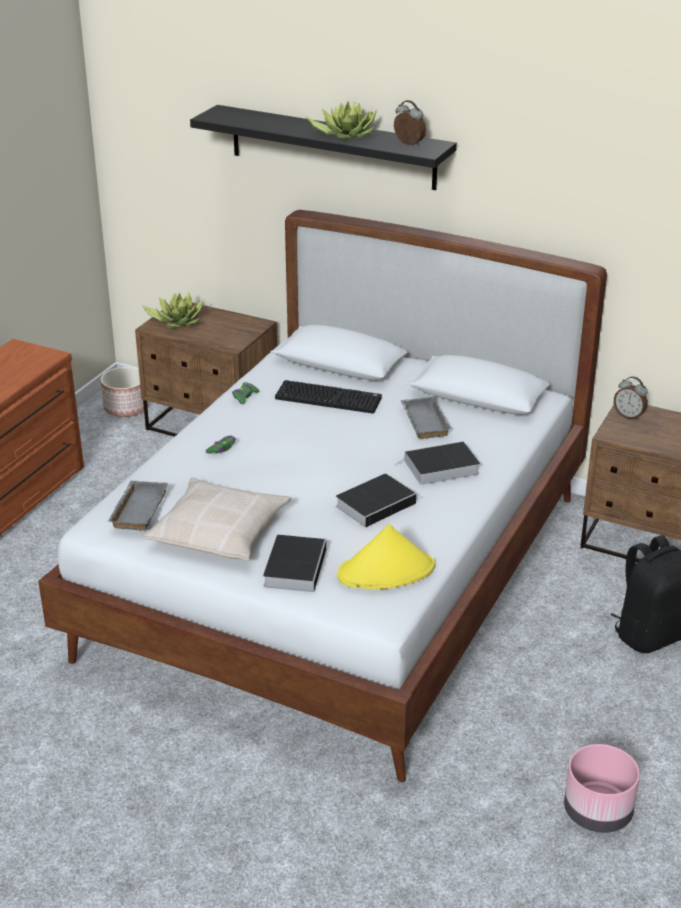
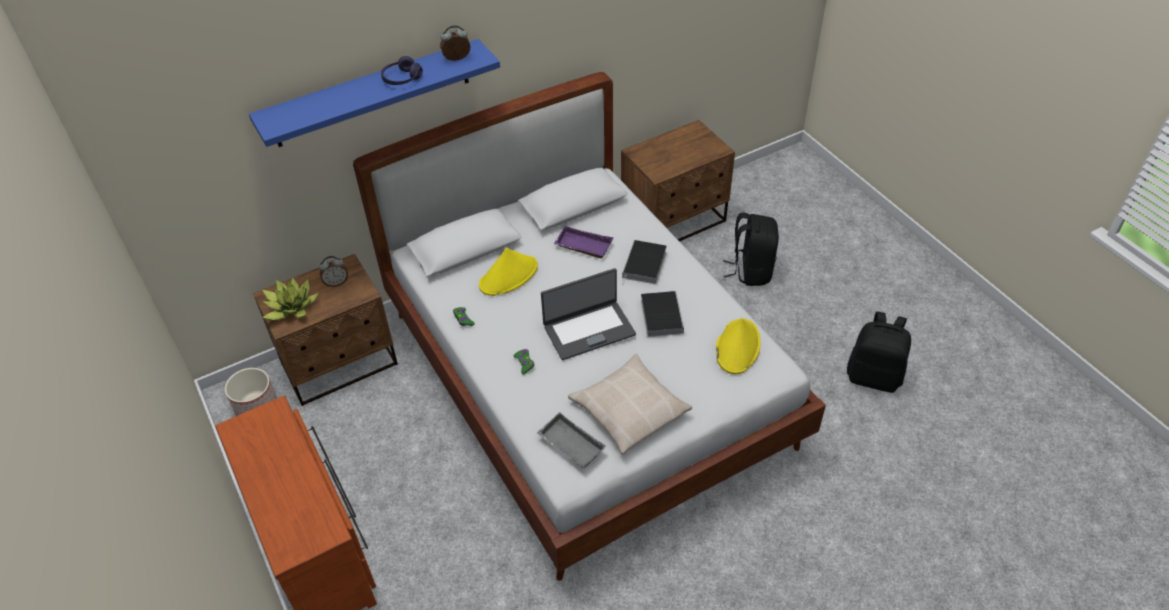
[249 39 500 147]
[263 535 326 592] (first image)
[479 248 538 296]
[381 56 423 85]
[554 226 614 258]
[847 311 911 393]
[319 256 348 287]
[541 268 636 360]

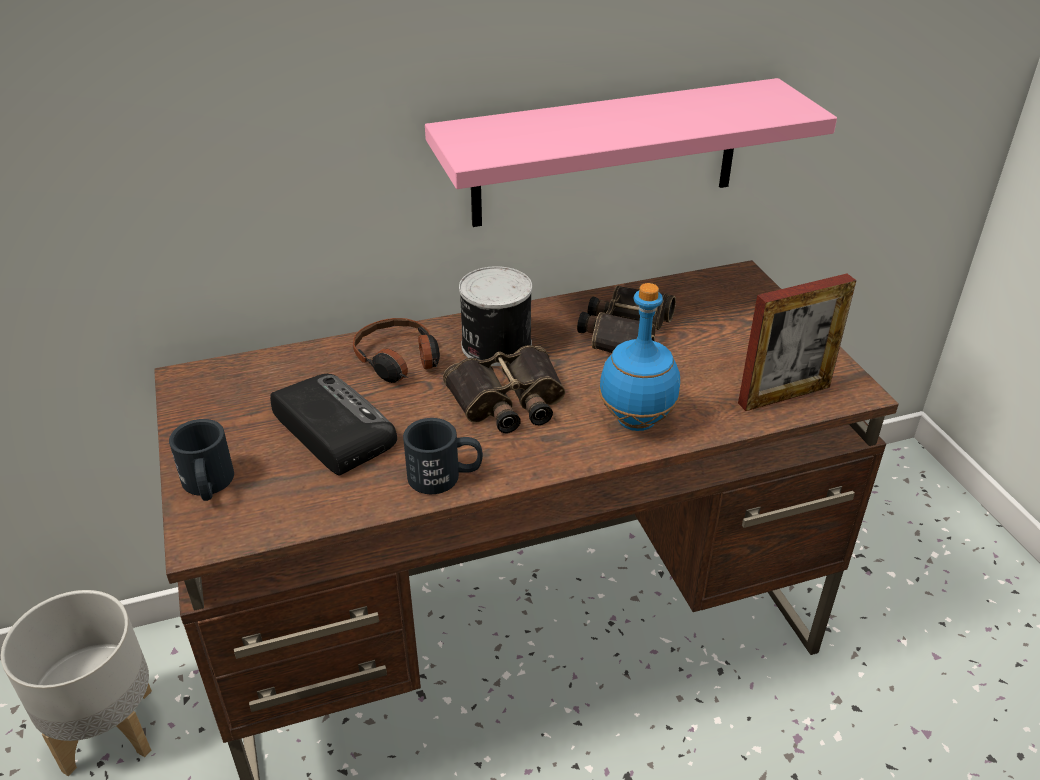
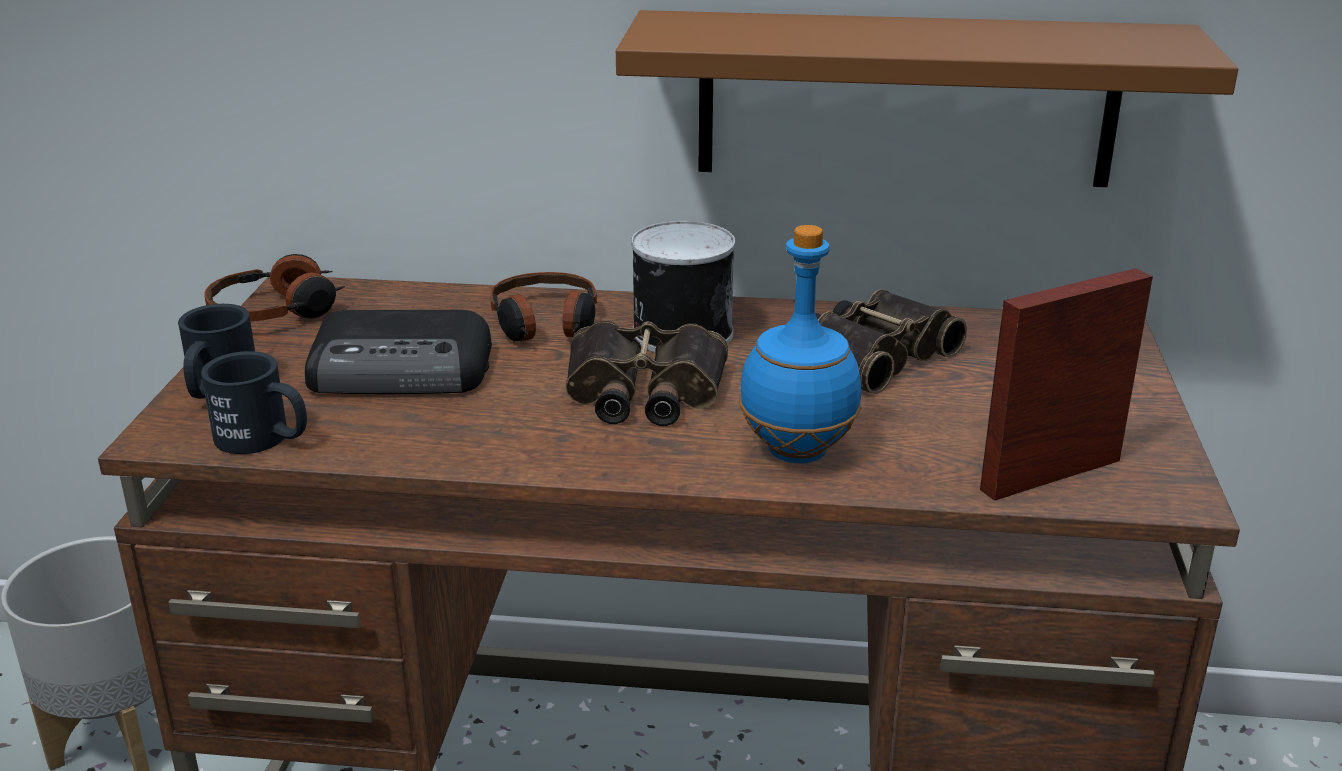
[305 310 492 394]
[201 351 307 454]
[616 10 1238 187]
[980 268 1153 501]
[204 254 345 322]

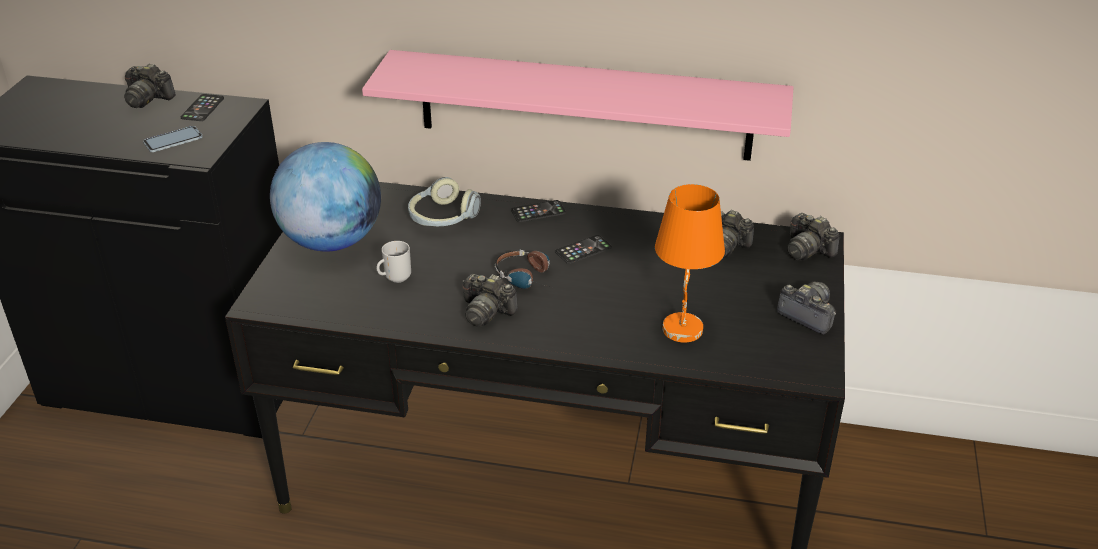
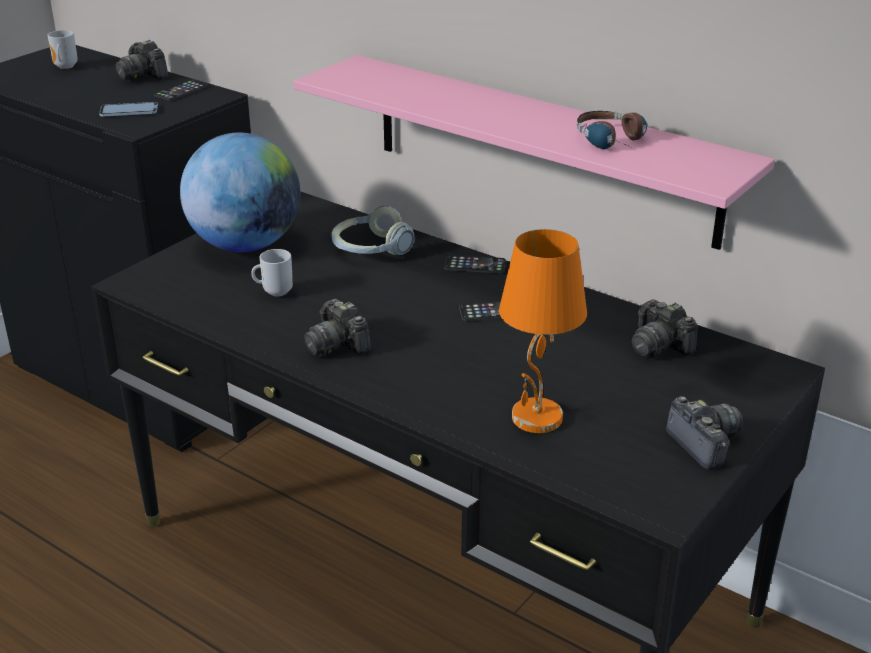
[577 111 647 149]
[787 213 840 261] (first image)
[47 30 78 69]

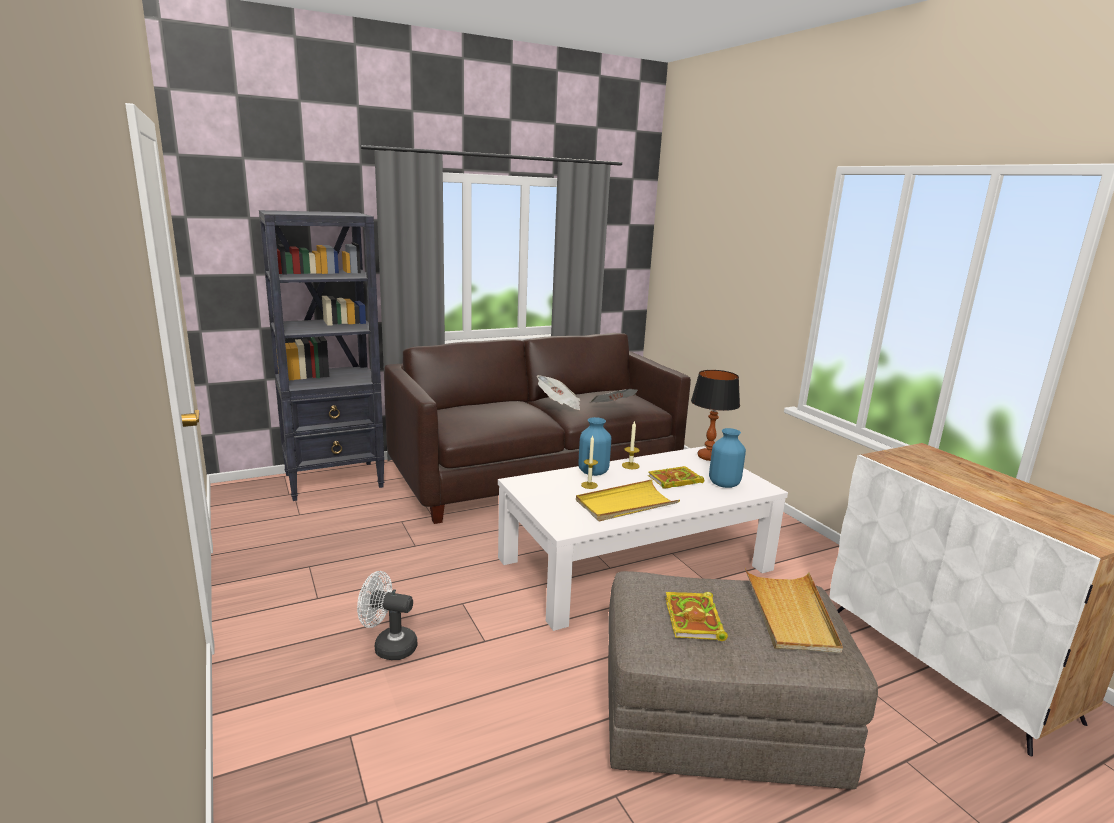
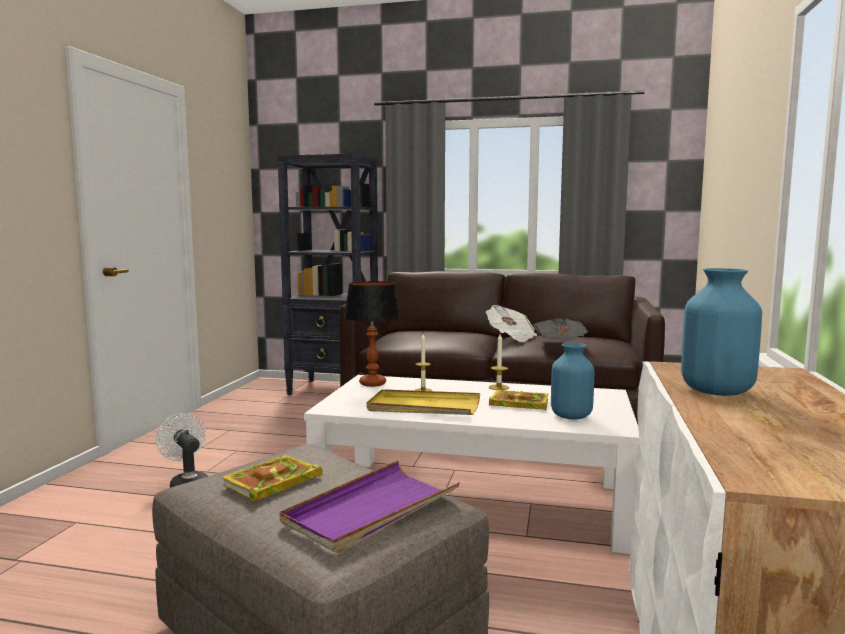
[681 268 762 396]
[344 281 400 387]
[280 460 459 553]

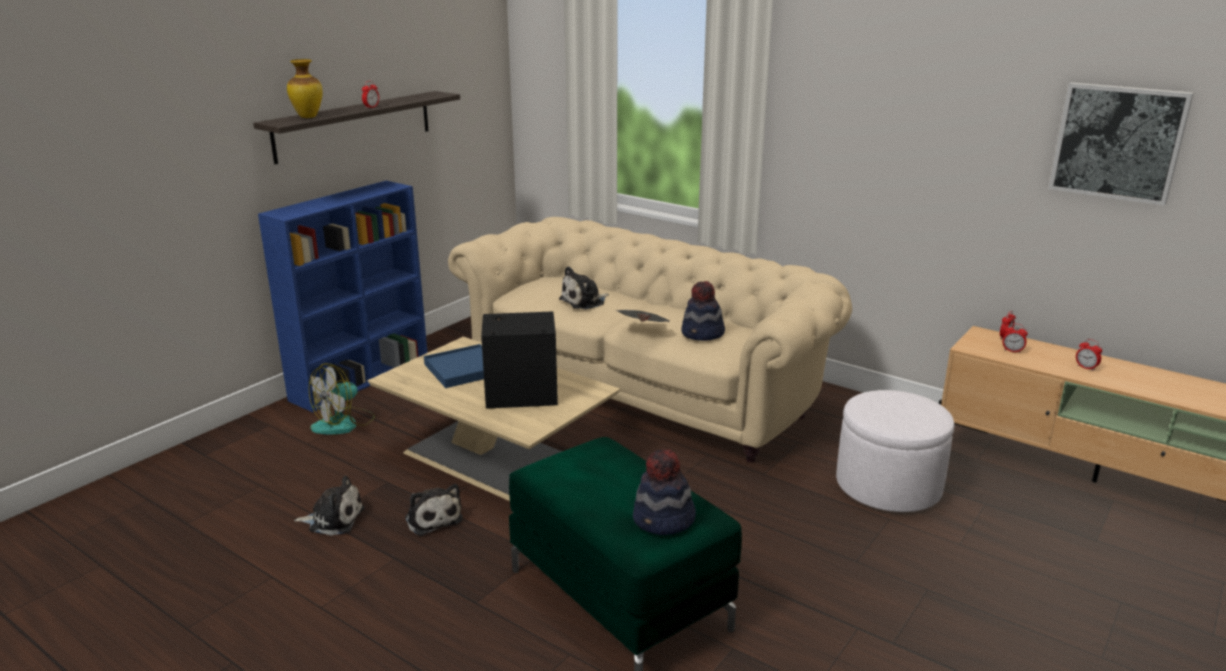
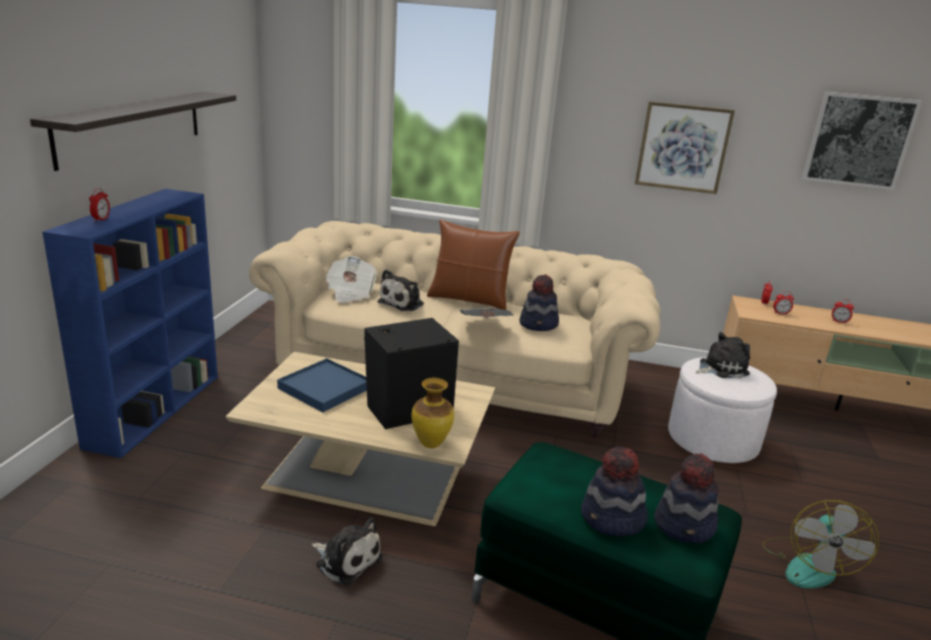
[411 378 454 448]
[696 332 750 378]
[762 500 879 588]
[89 188 110 222]
[325 256 377 303]
[427 219 520 310]
[581 447 648 536]
[635 101 735 194]

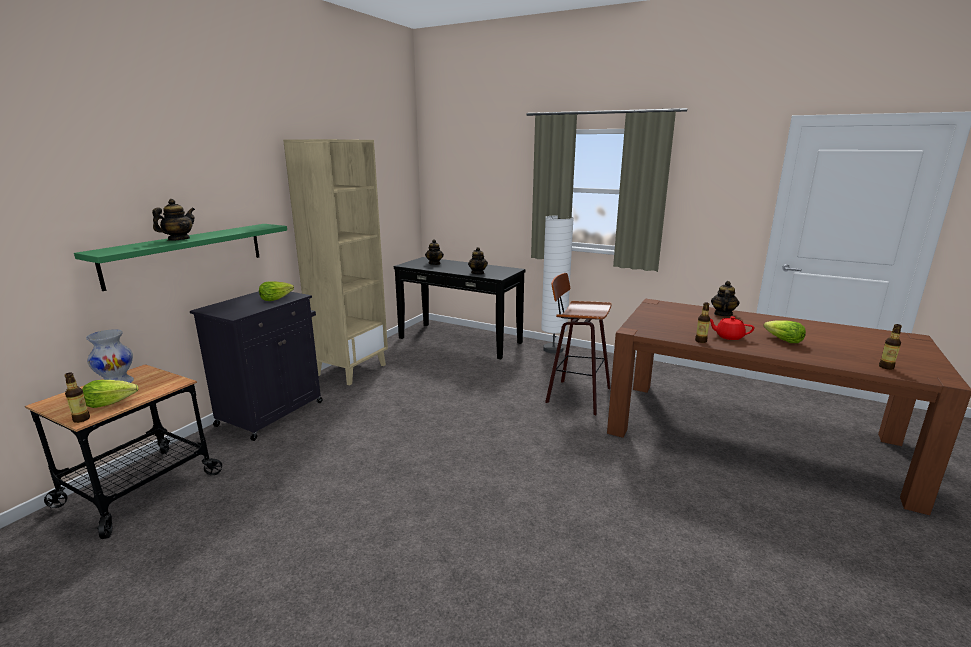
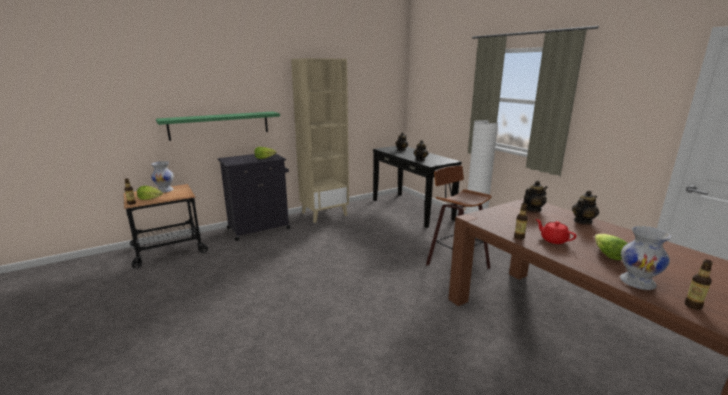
[523 181 548 212]
[620 226 671 290]

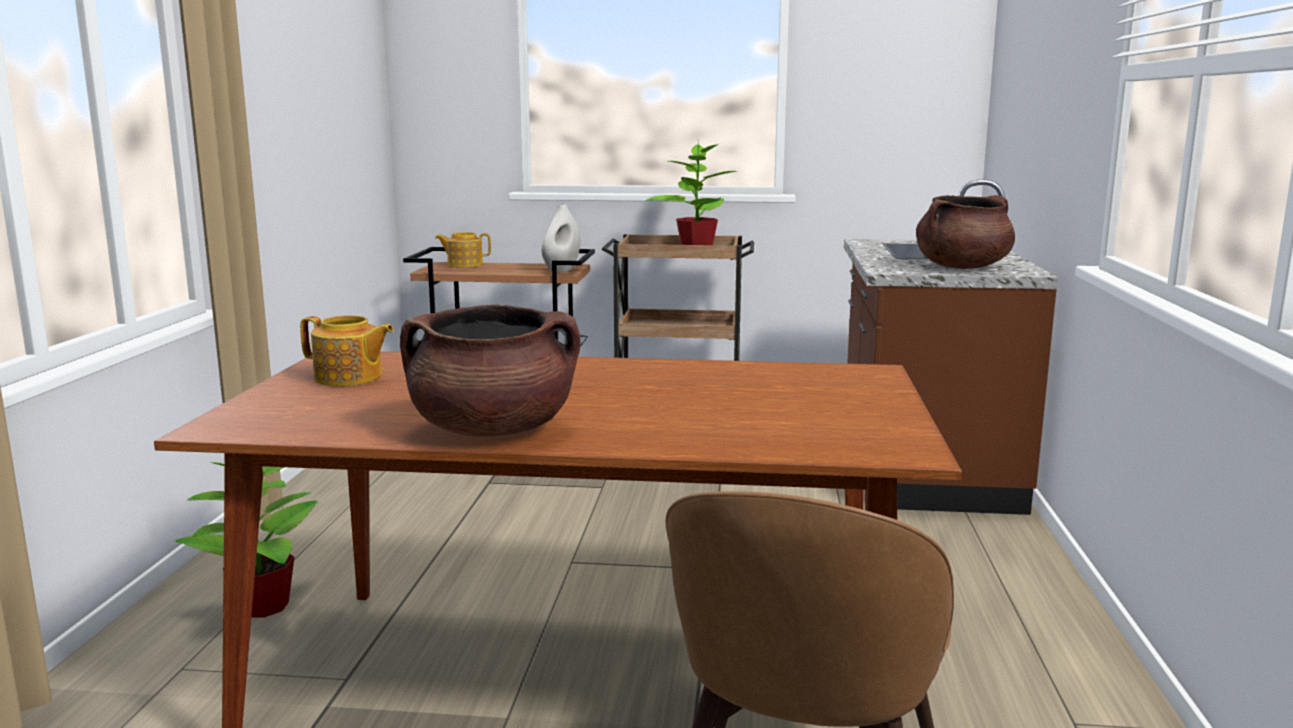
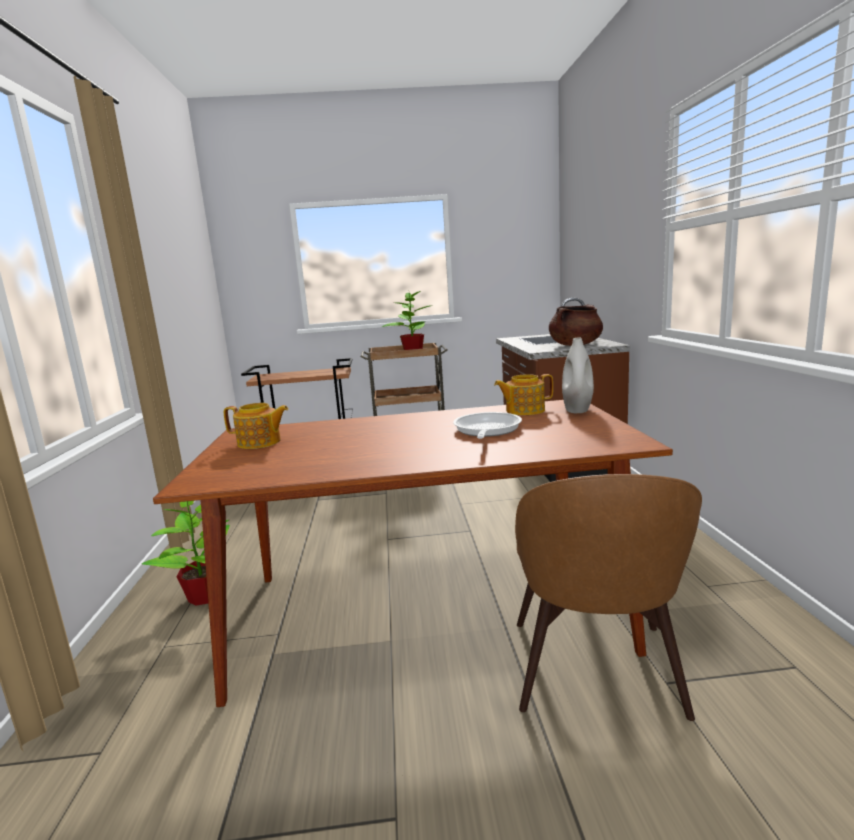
[400 304 580 436] (first image)
[494 374 553 415]
[562 338 594 413]
[453 412 522 439]

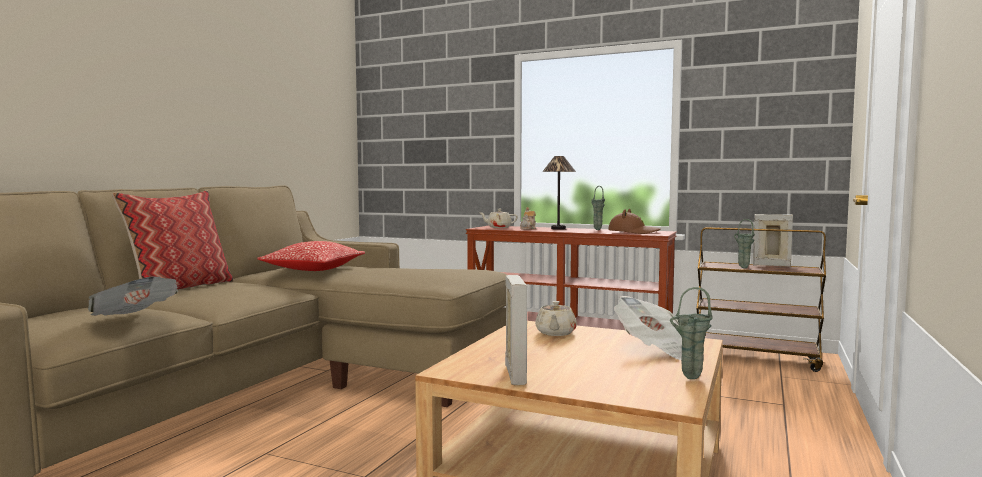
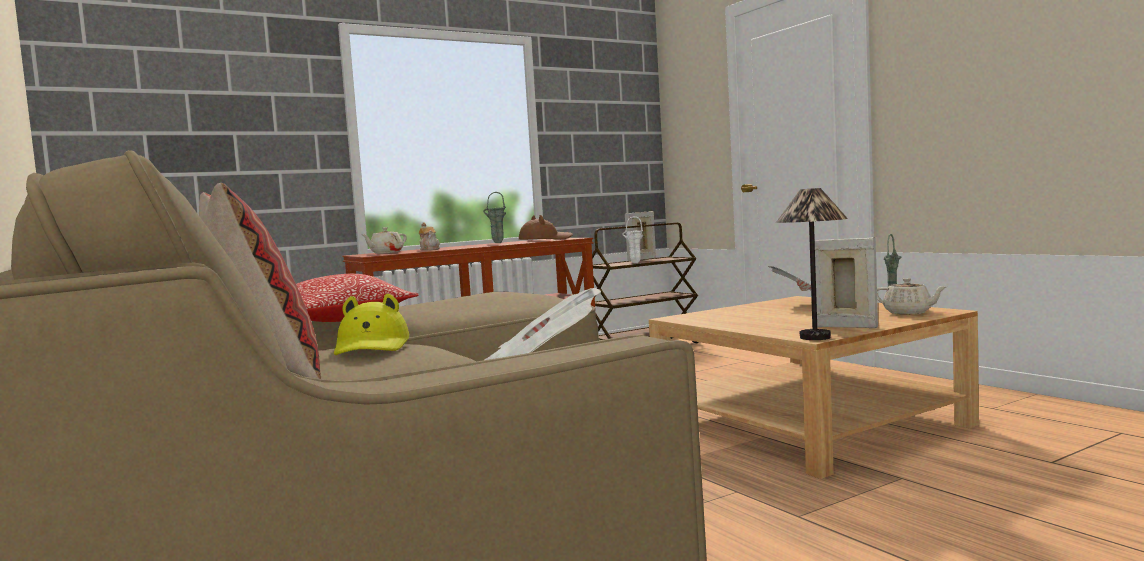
[877 278 947 315]
[776 188 848 340]
[622 216 643 263]
[334 294 409 355]

